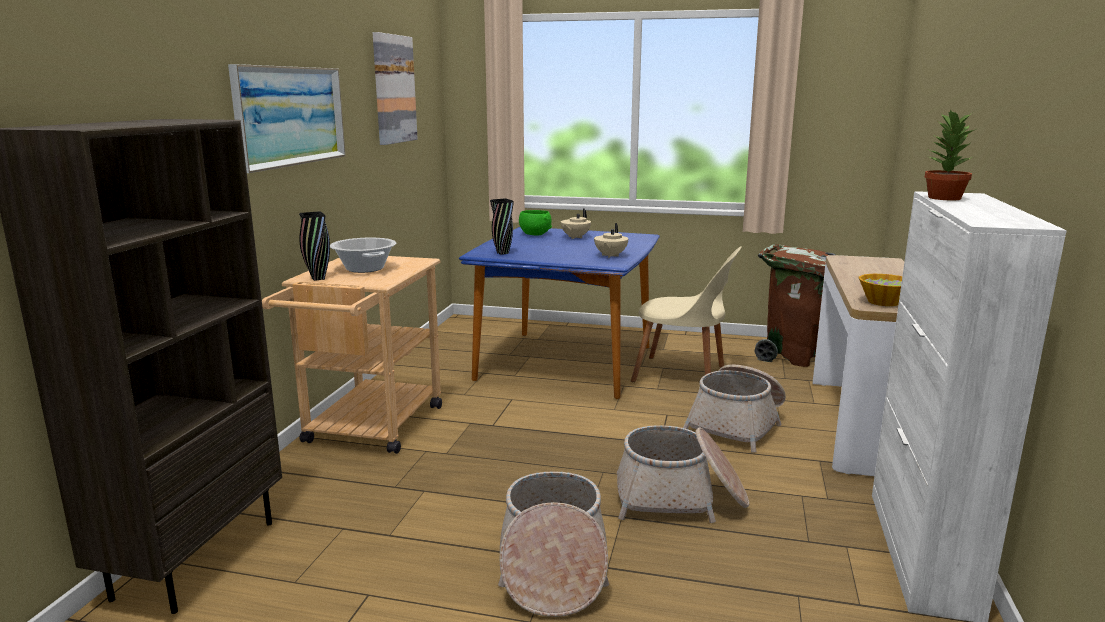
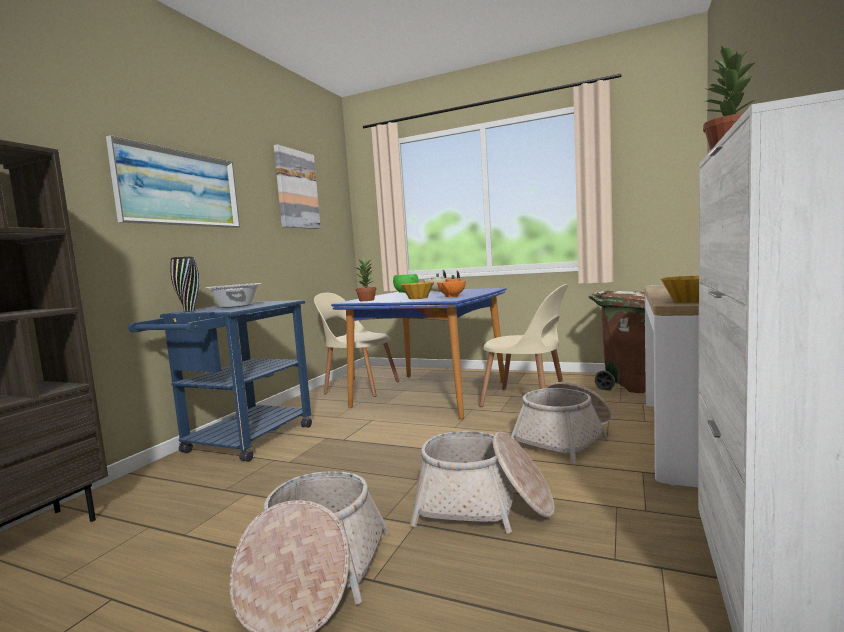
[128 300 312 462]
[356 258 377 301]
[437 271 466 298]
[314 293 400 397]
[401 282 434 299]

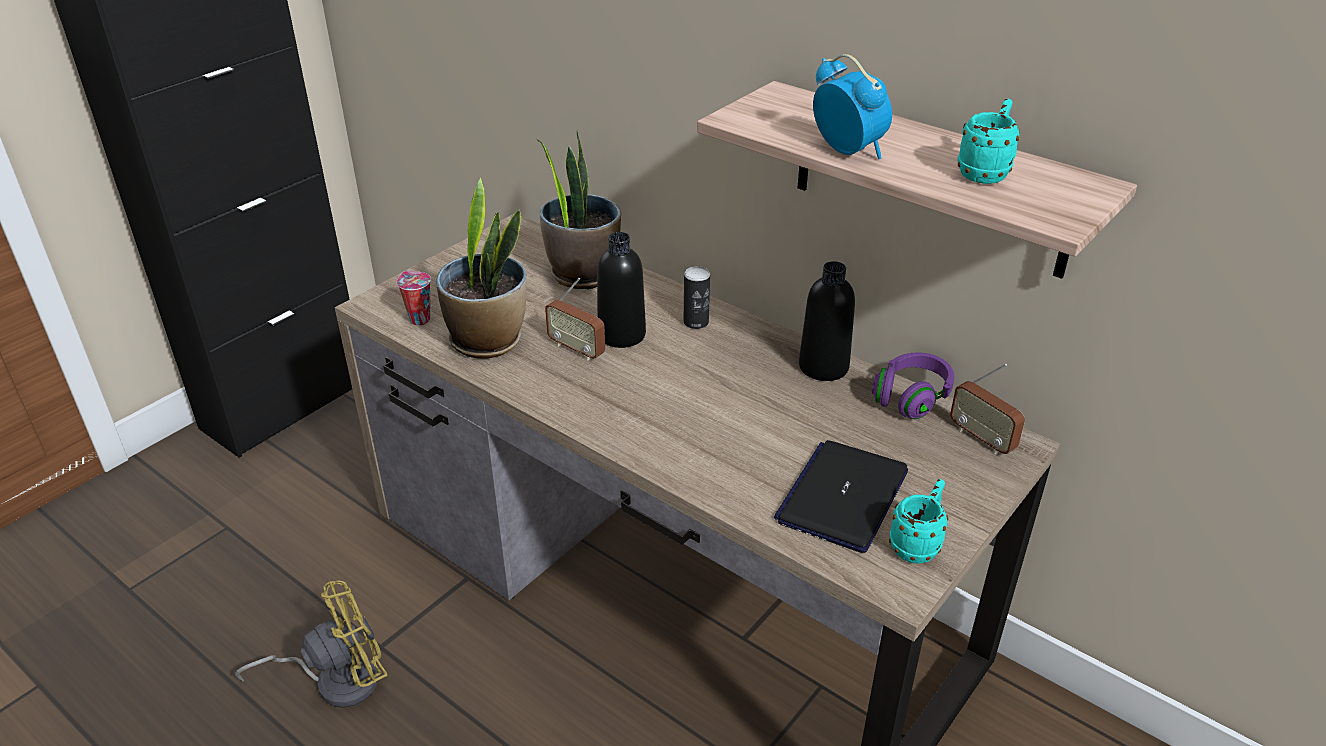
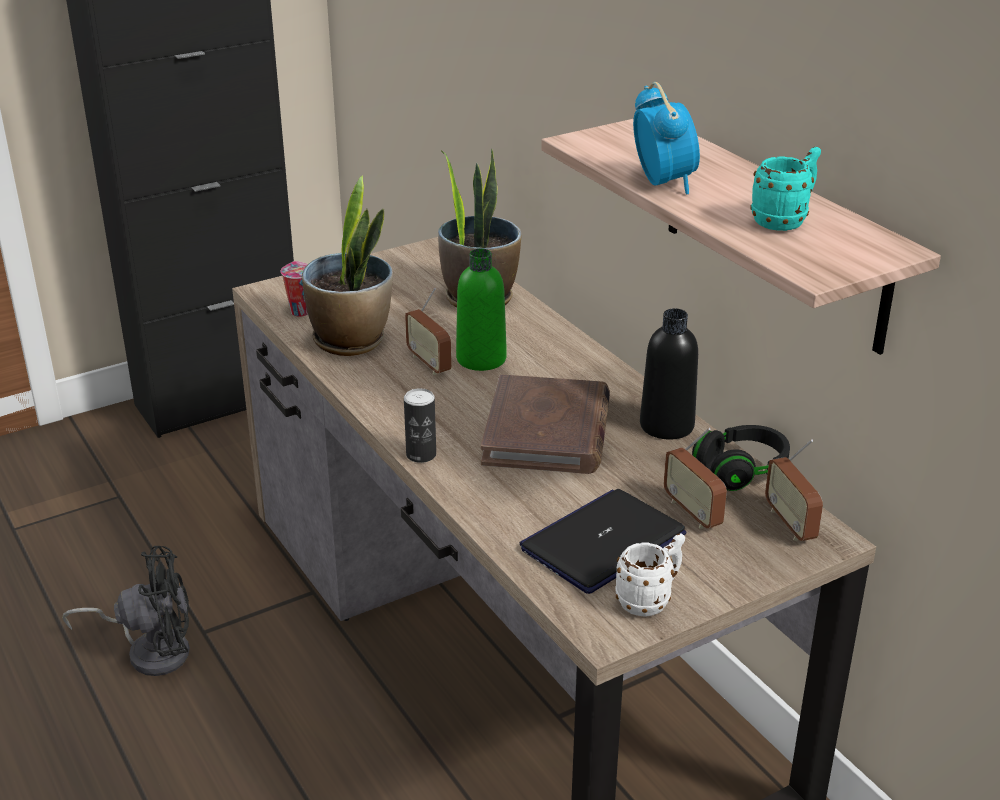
[62 546 190 676]
[456 249 507 371]
[404 388 436 463]
[692 425 790 491]
[615 533 685 617]
[481 374 610 474]
[664 428 727 529]

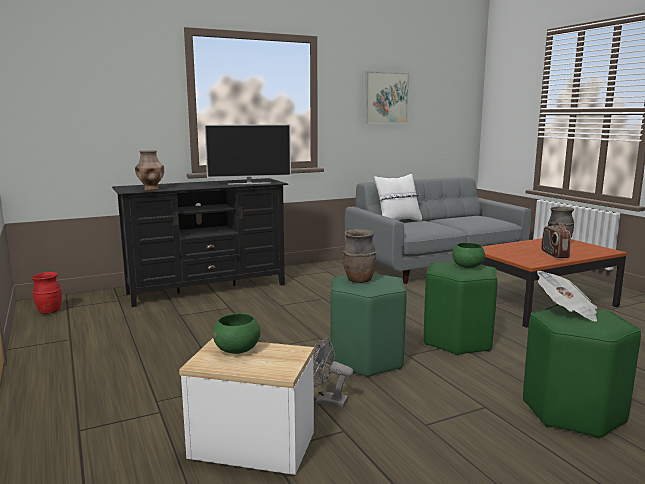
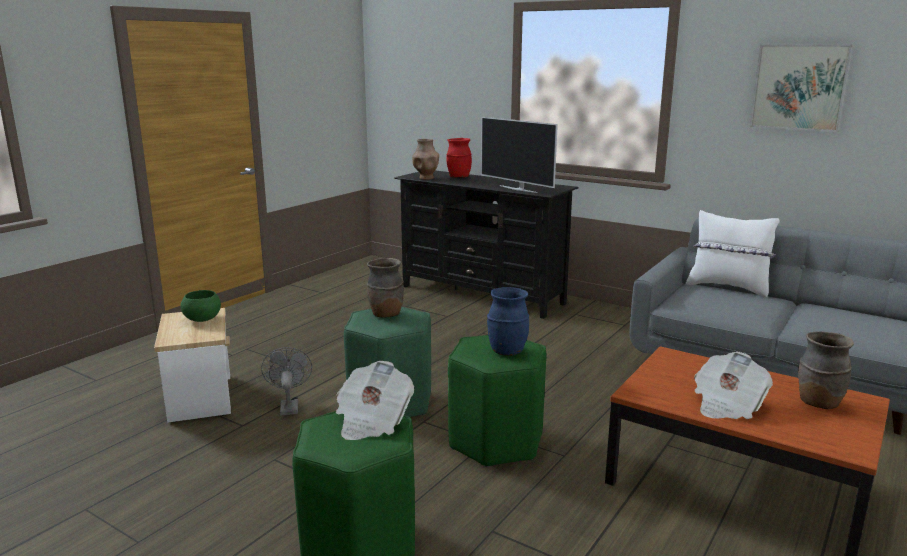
[446 138 472 178]
[487 287 529 356]
[694 352 773 419]

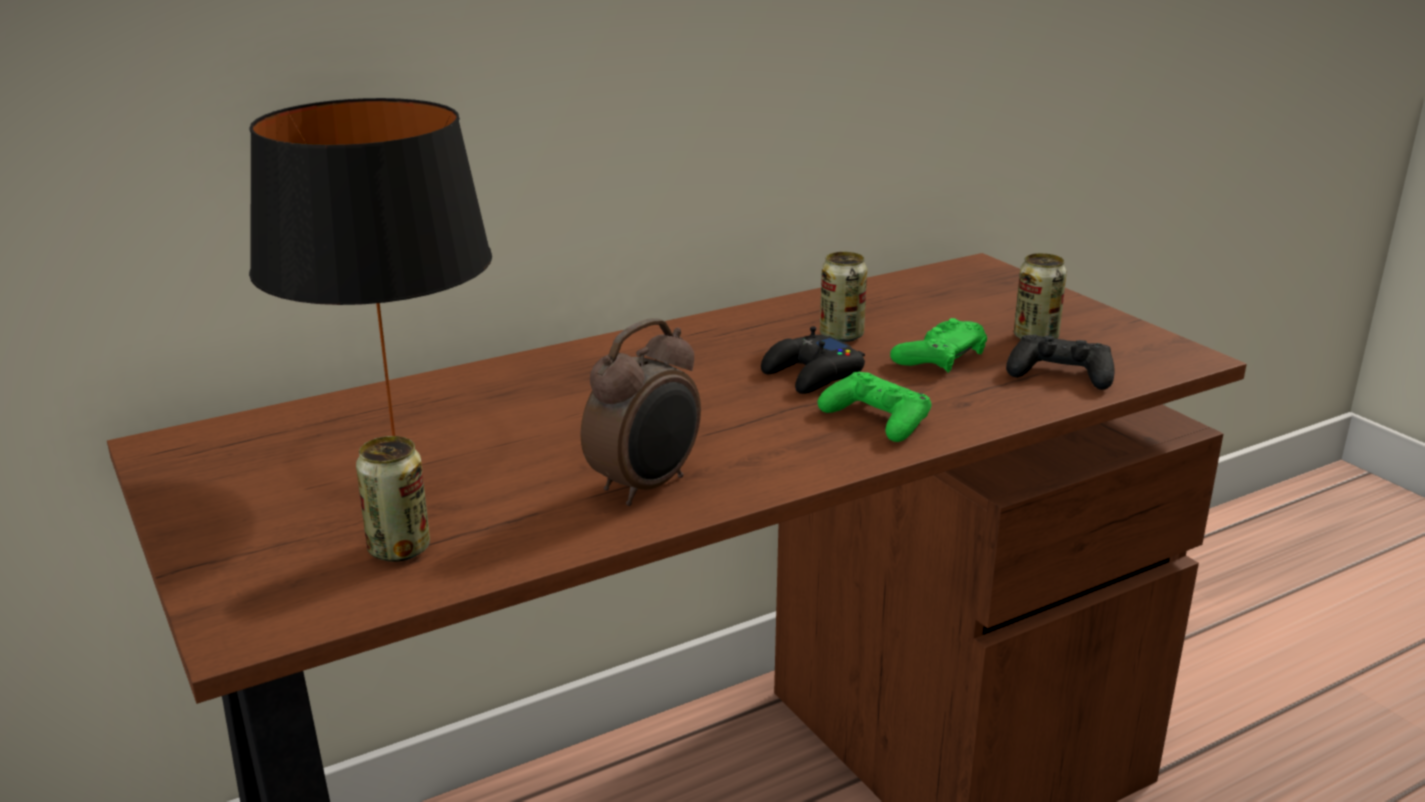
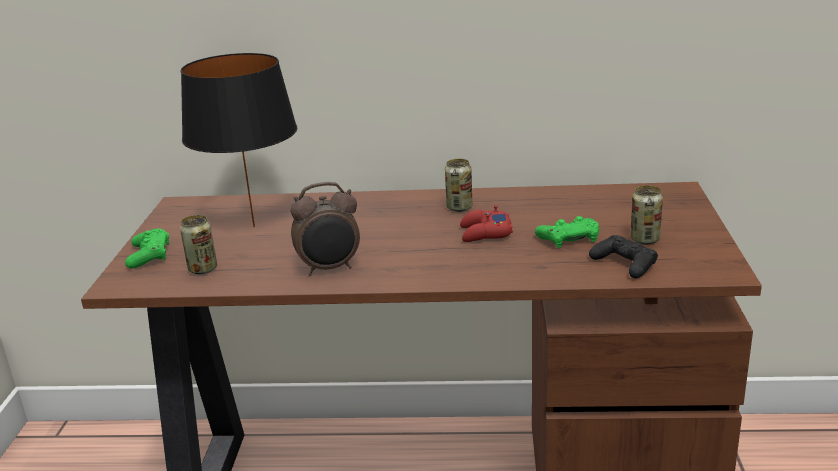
[460 205 513 242]
[125 229 169 268]
[445 159 472 212]

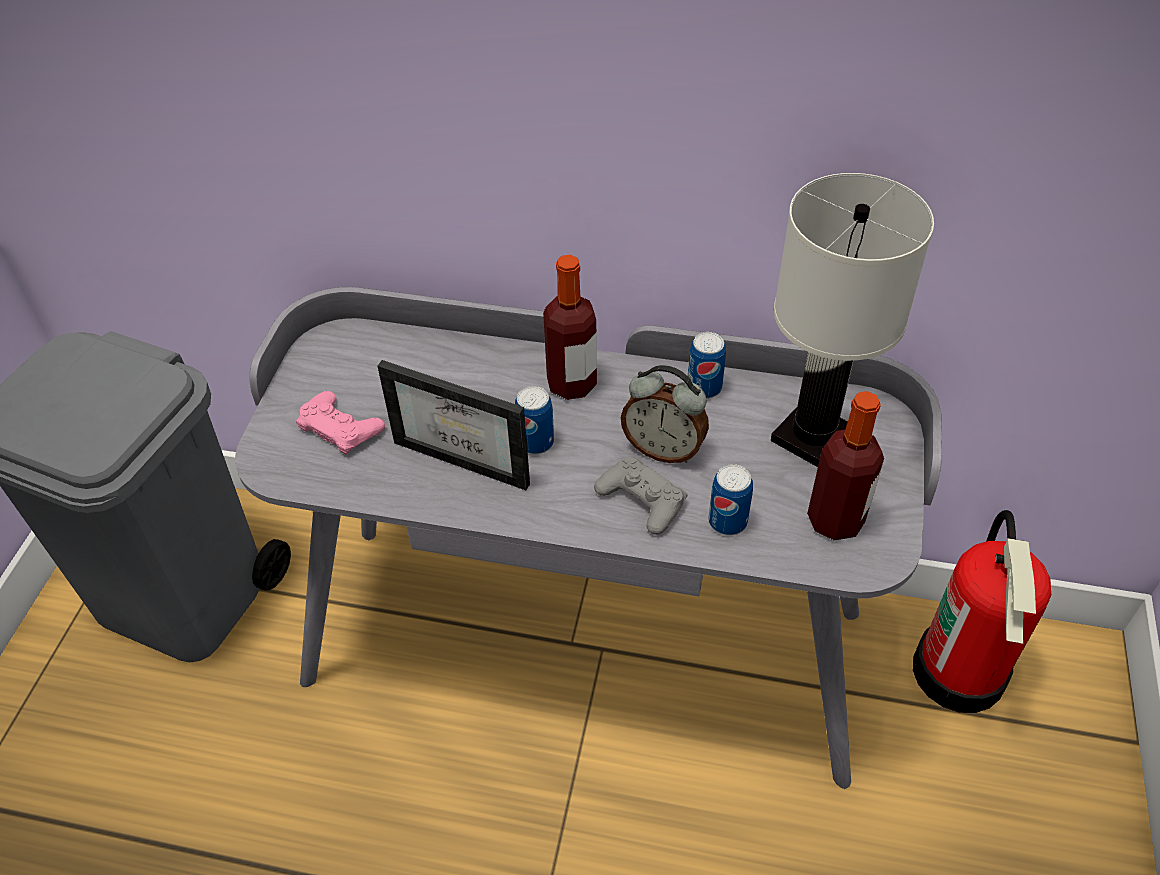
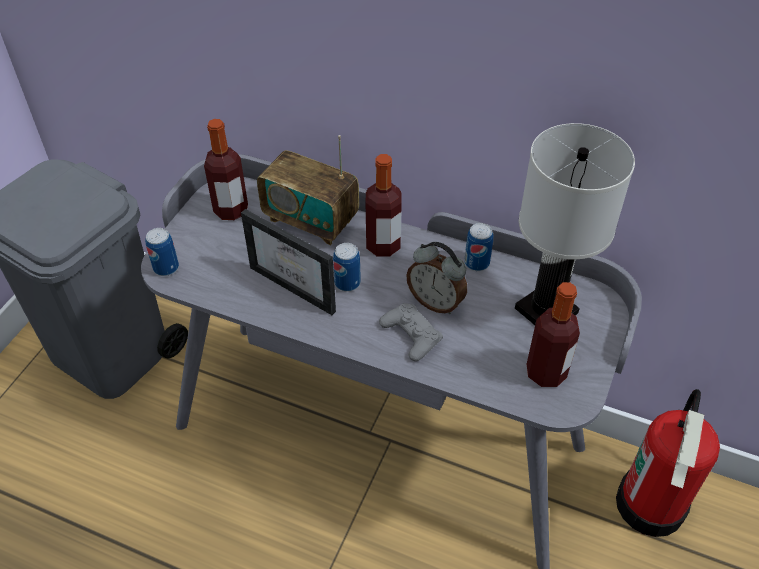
[296 391 385 455] (first image)
[145 228 179 276]
[204 119 248 220]
[257 135 359 245]

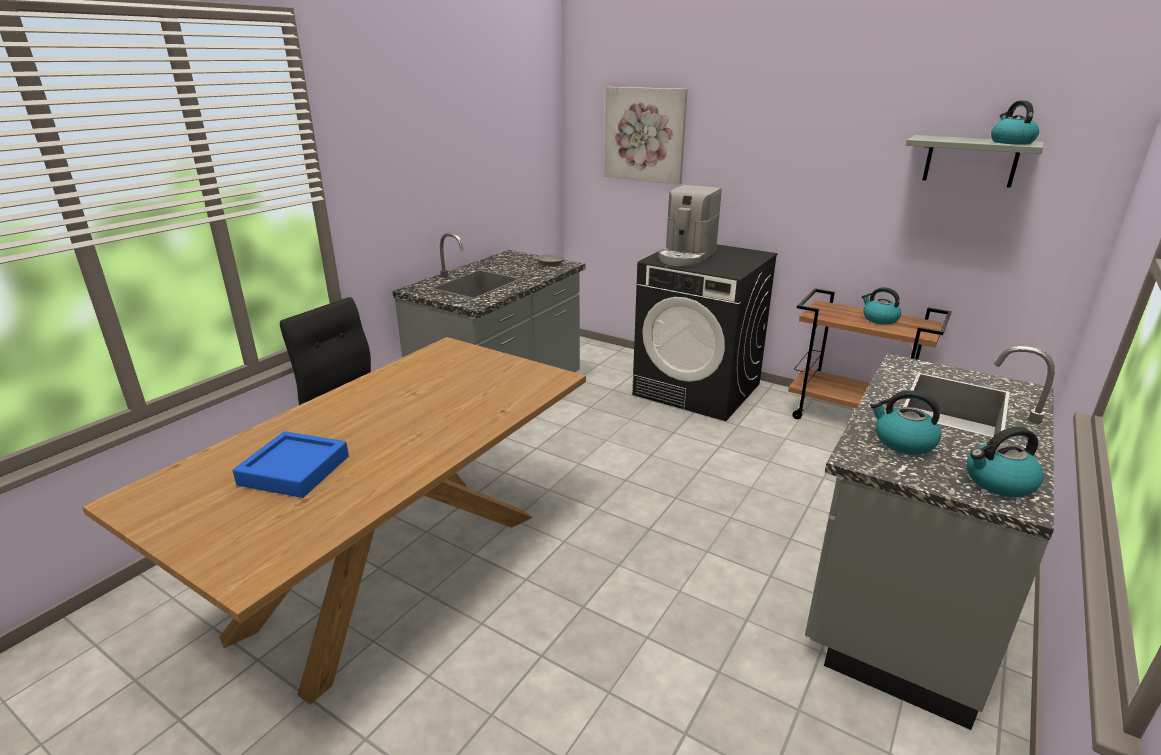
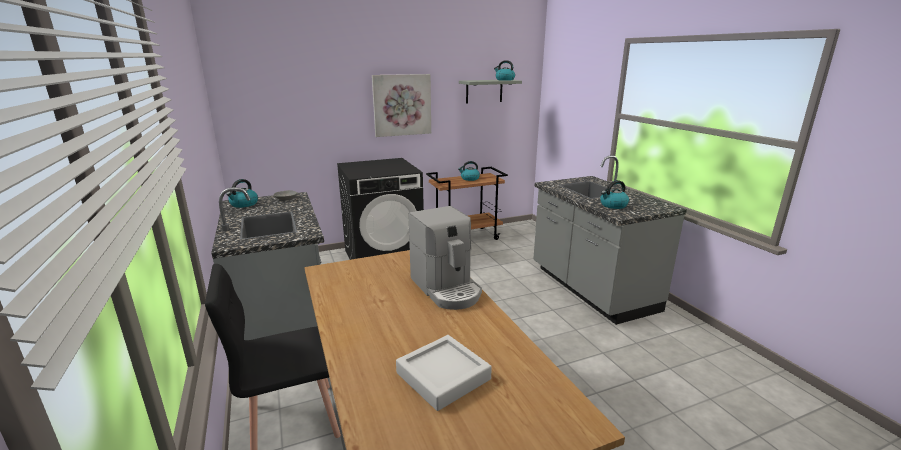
[396 335 492 411]
[372 74 431 137]
[409 206 482 310]
[226 179 258 208]

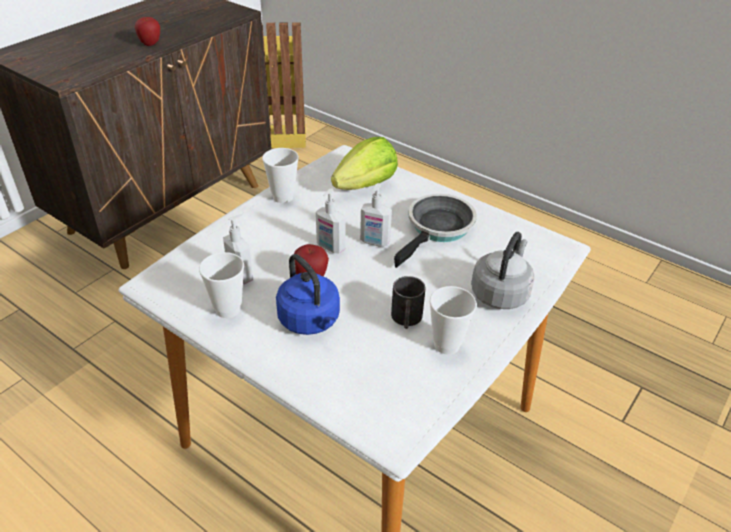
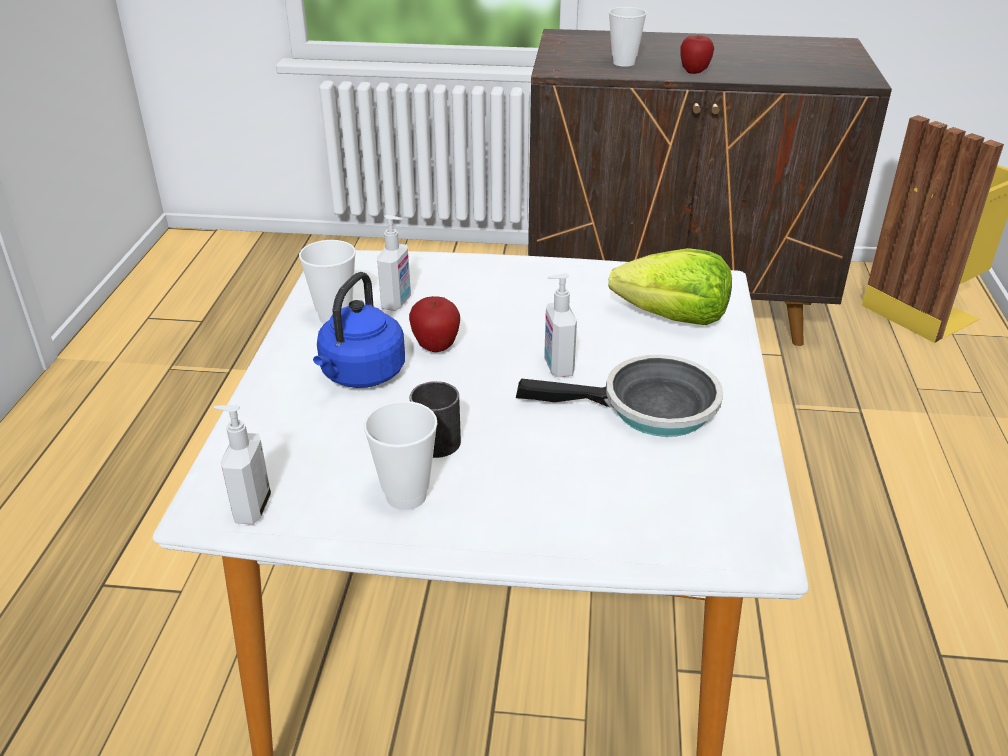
[609 7 647 67]
[213 405 271 524]
[471 232 535 309] (first image)

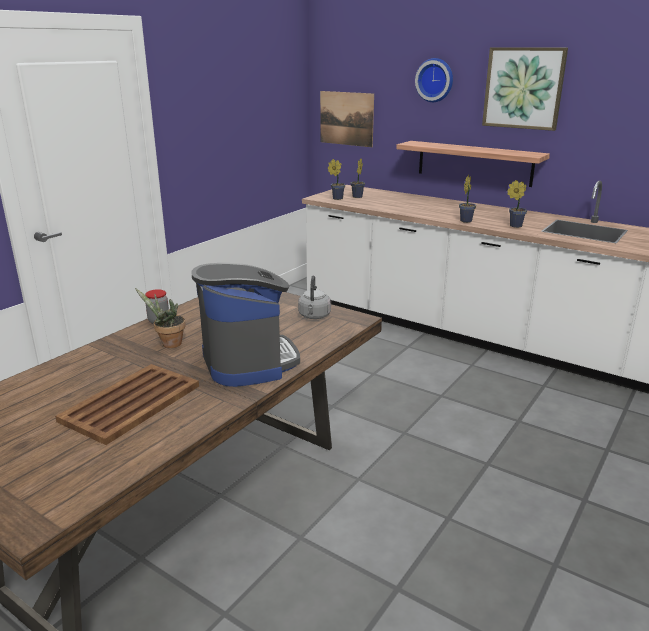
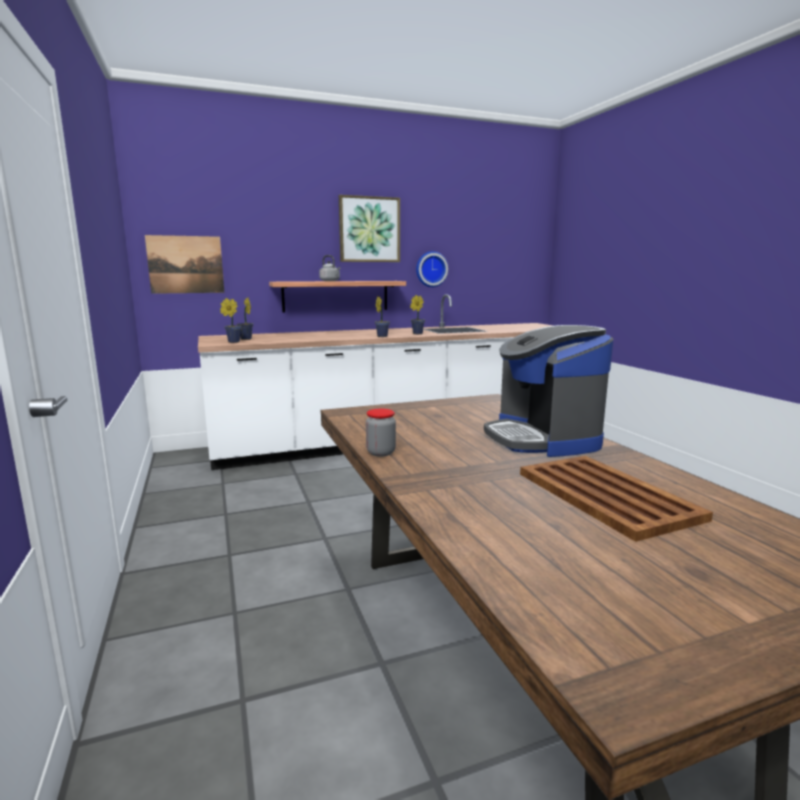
[135 288 186 348] (first image)
[484 325 613 457]
[319 255 340 281]
[416 251 448 287]

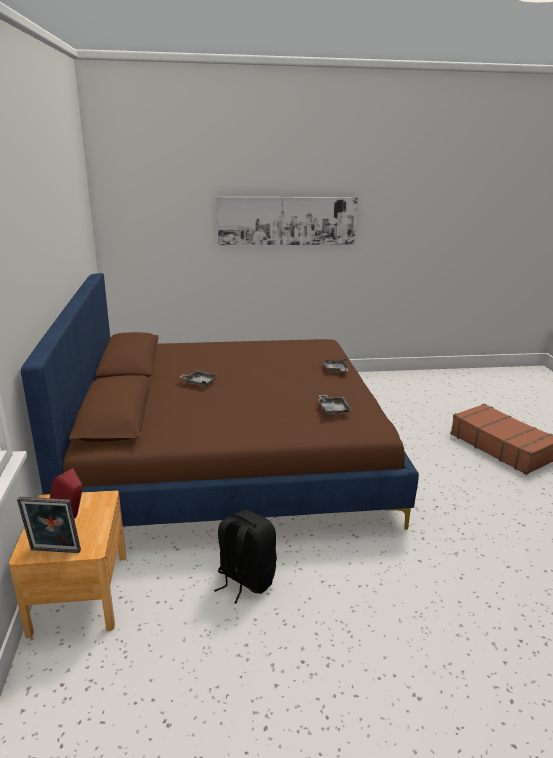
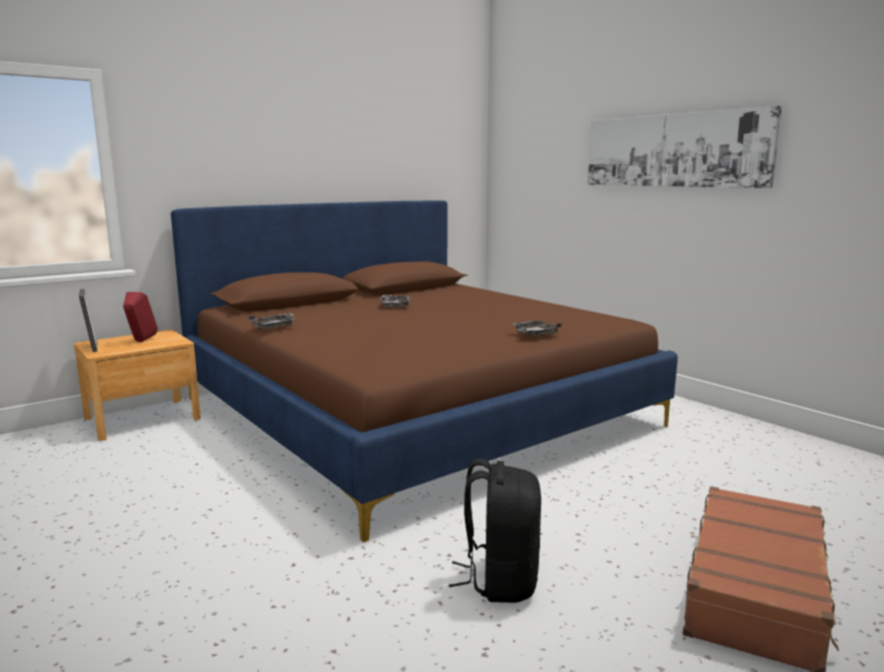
[449 458 541 603]
[249 313 296 329]

